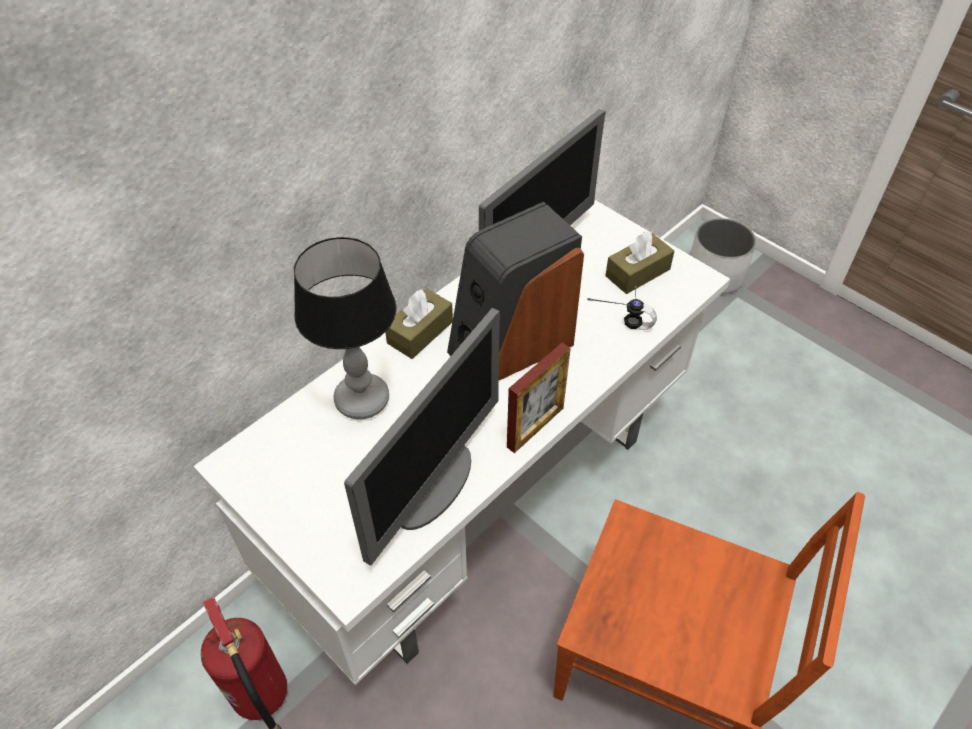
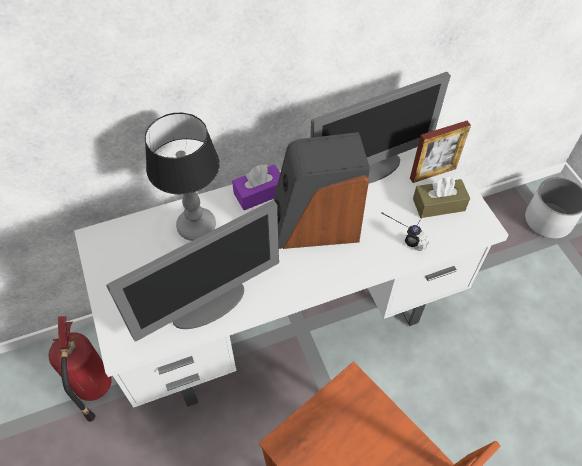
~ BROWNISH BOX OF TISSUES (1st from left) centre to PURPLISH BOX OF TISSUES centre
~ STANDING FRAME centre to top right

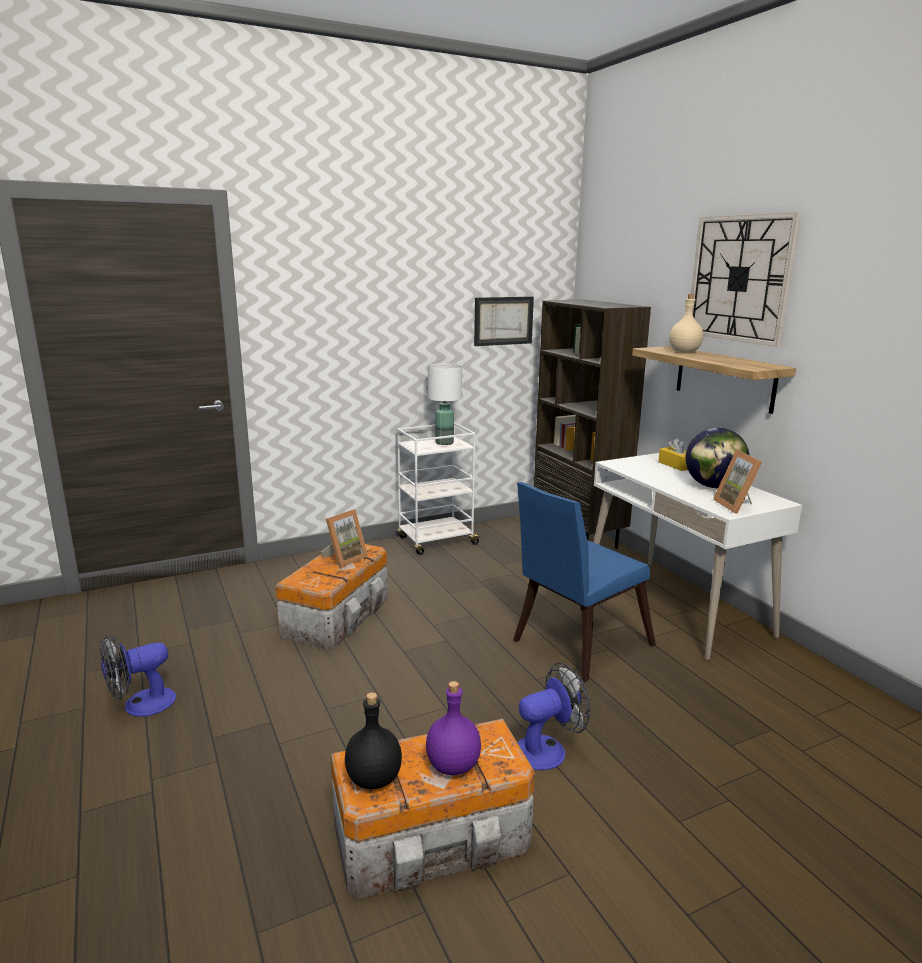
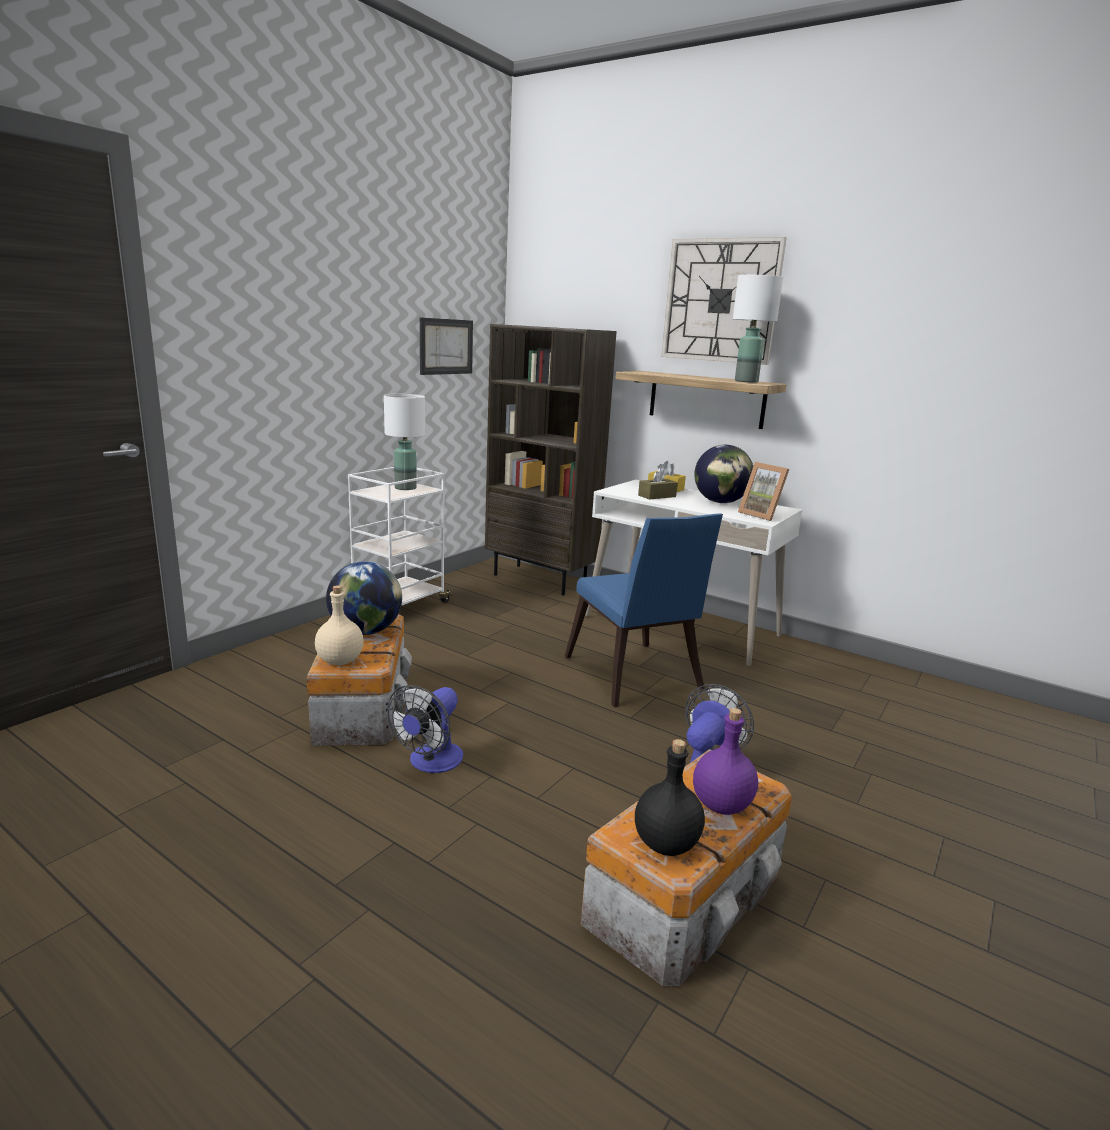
~ FAN (1st from left) bottom left to centre
~ STANDING FRAME (1st from left) centre to DESK GLOBE (1st from left) middle left
~ BLUE-COLOURED CHAIR centre = centre 45 degrees counterclockwise
~ SAND-COLOURED BEVERAGE BOTTLE middle right to middle left
+ BROWNISH BOX OF TISSUES centre
+ WHITISH TABLE LAMP (2nd from left) top right

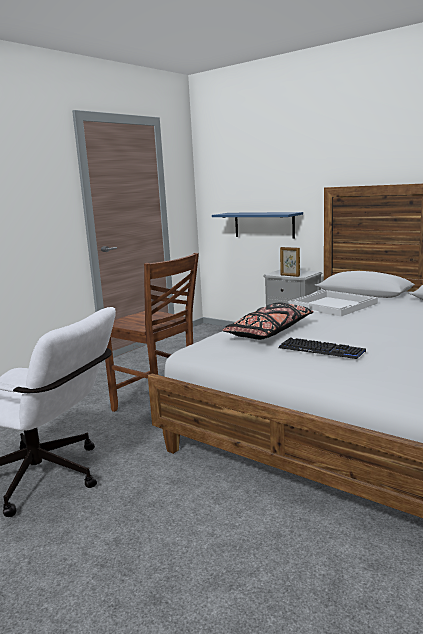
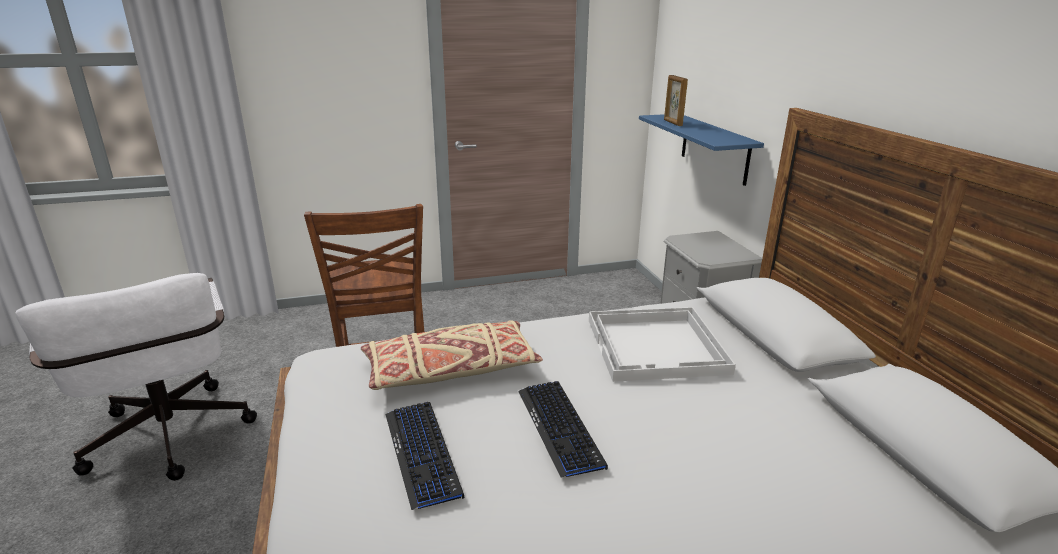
~ BLACK-COLOURED CUSHION centre to SAND-COLOURED CUSHION centre
~ STANDING FRAME middle right to top centre
+ COMPUTER KEYBOARD (2nd from left) bottom centre

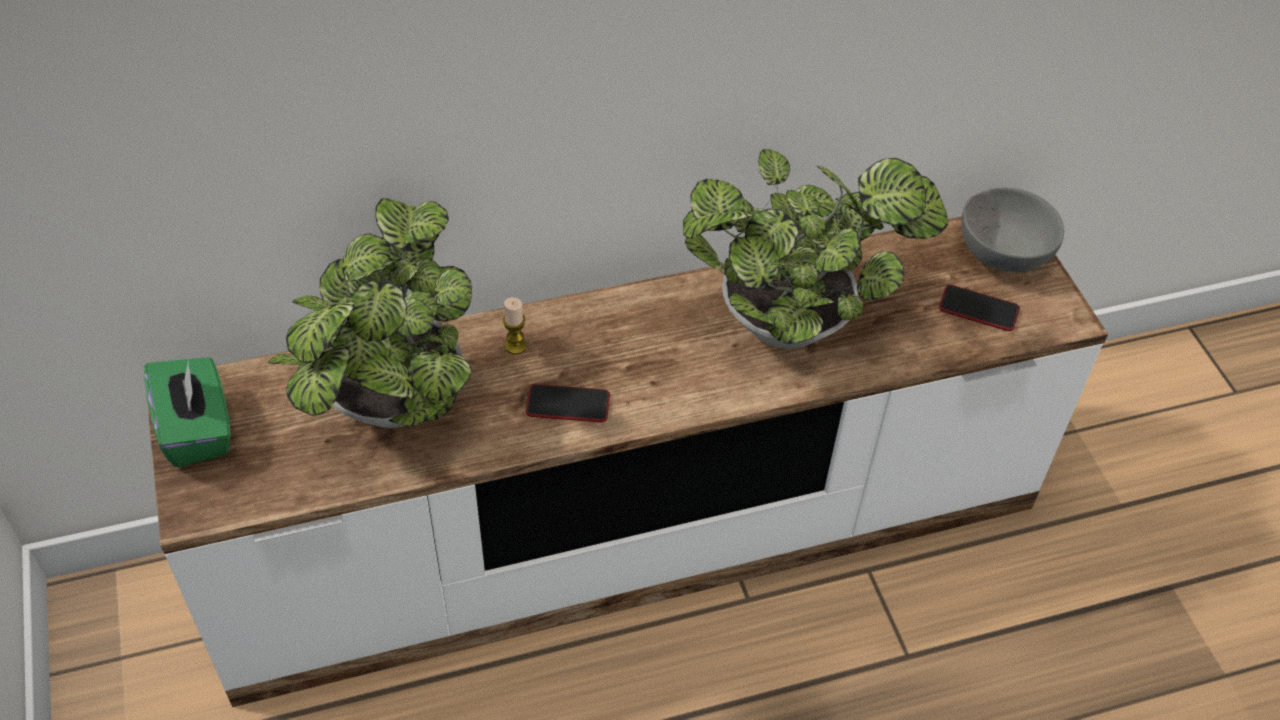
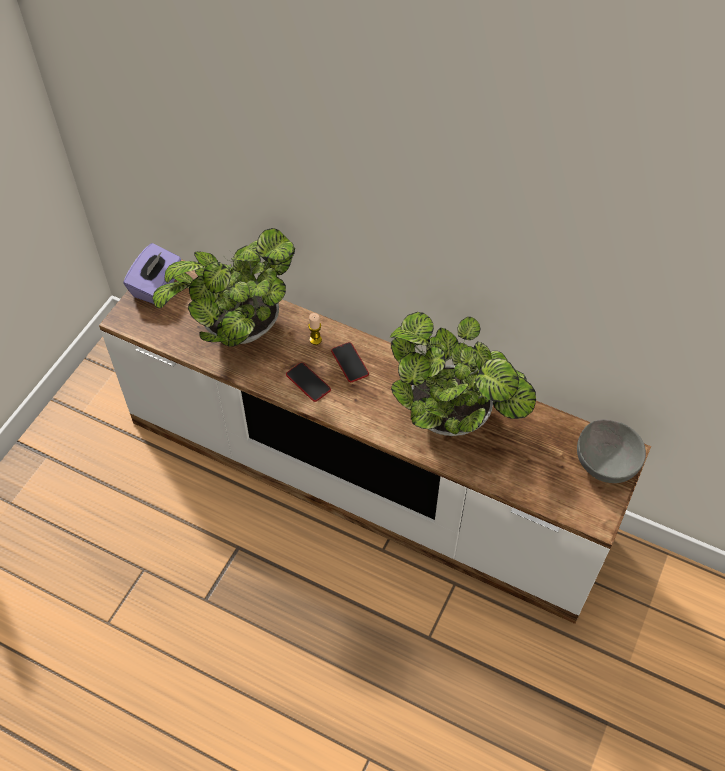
~ GREEN-COLOURED BOX OF TISSUES middle left to PURPLISH BOX OF TISSUES middle left
~ HANDSET (2nd from left) middle right to centre

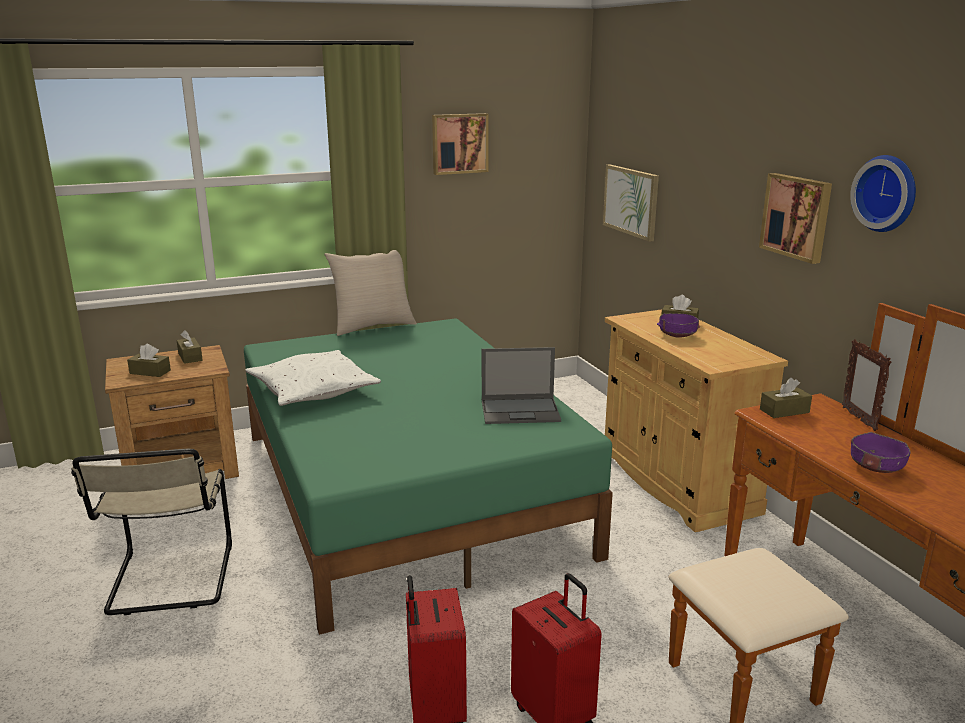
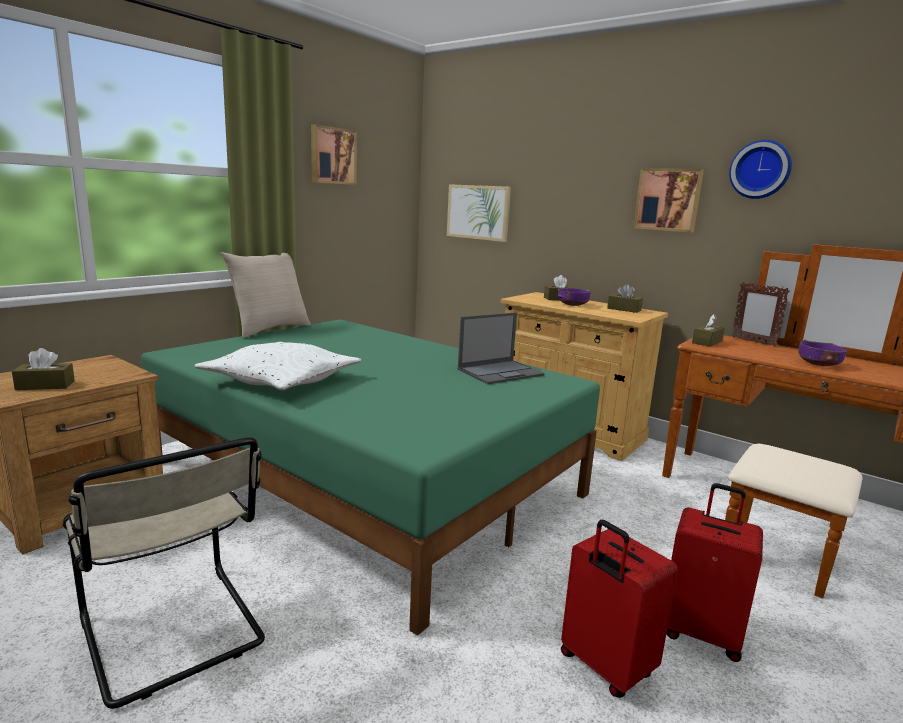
~ BROWNISH BOX OF TISSUES (2nd from left in the first image) middle left to BROWNISH BOX OF TISSUES (3rd from left) middle right

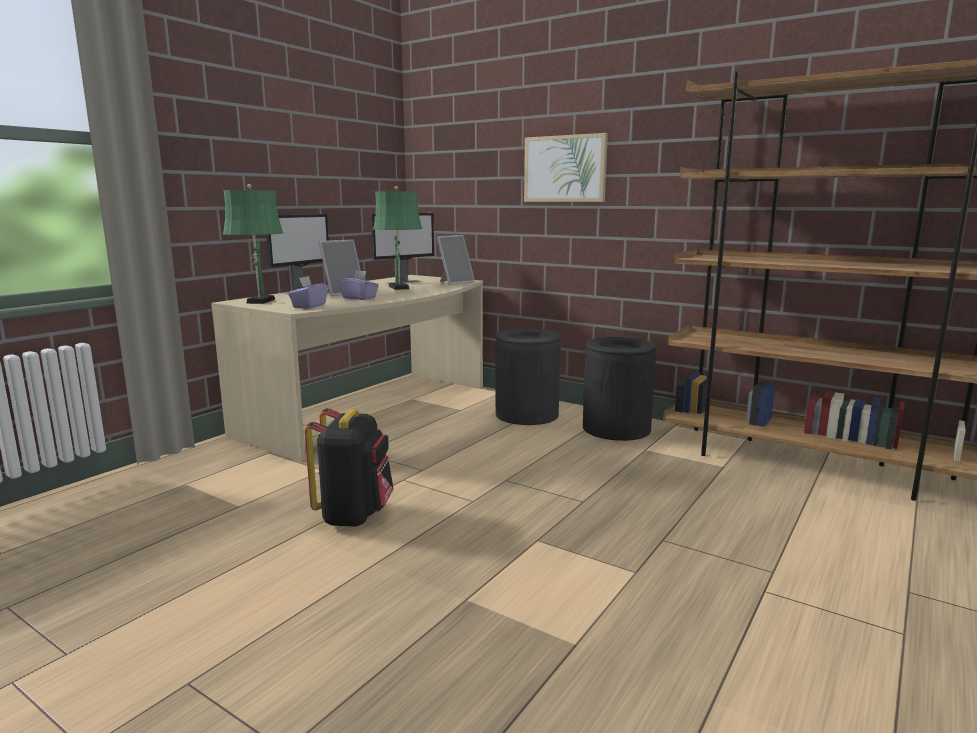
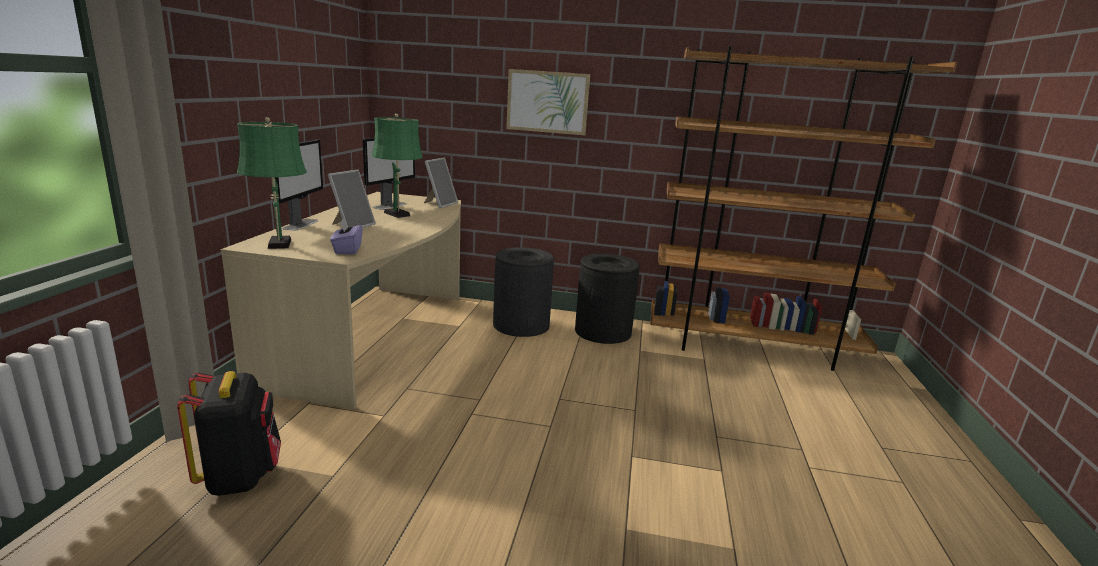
~ BLACK-COLOURED KNAPSACK centre to bottom left
- PURPLISH BOX OF TISSUES (2nd from left) centre

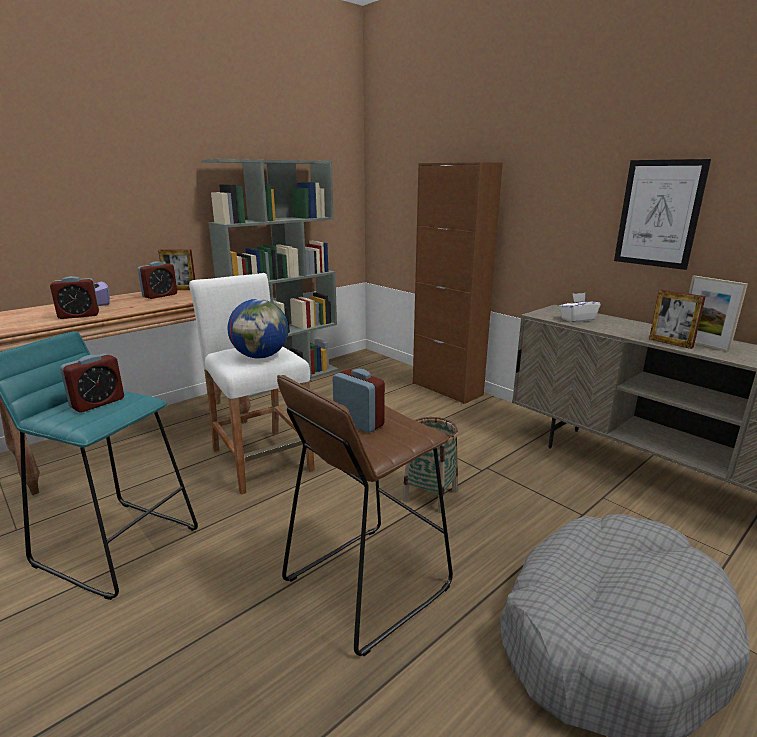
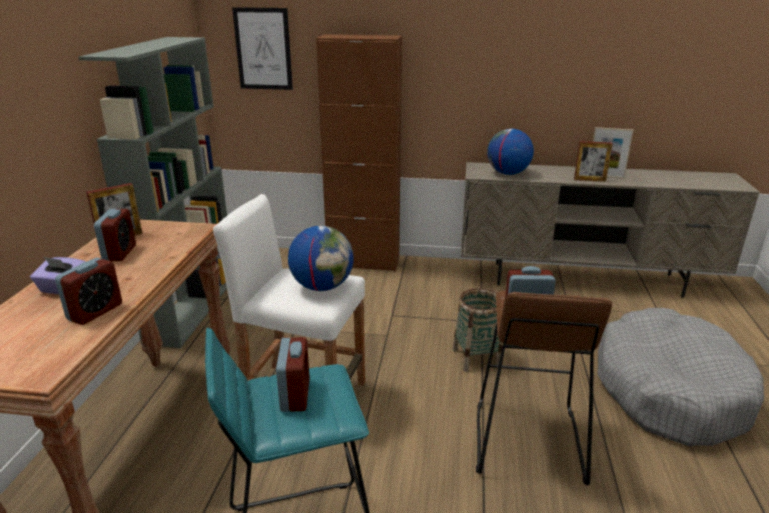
~ WHITISH BOX OF TISSUES middle right to DESK GLOBE (2nd from left) top centre
~ WALL PICTURE top right to top centre

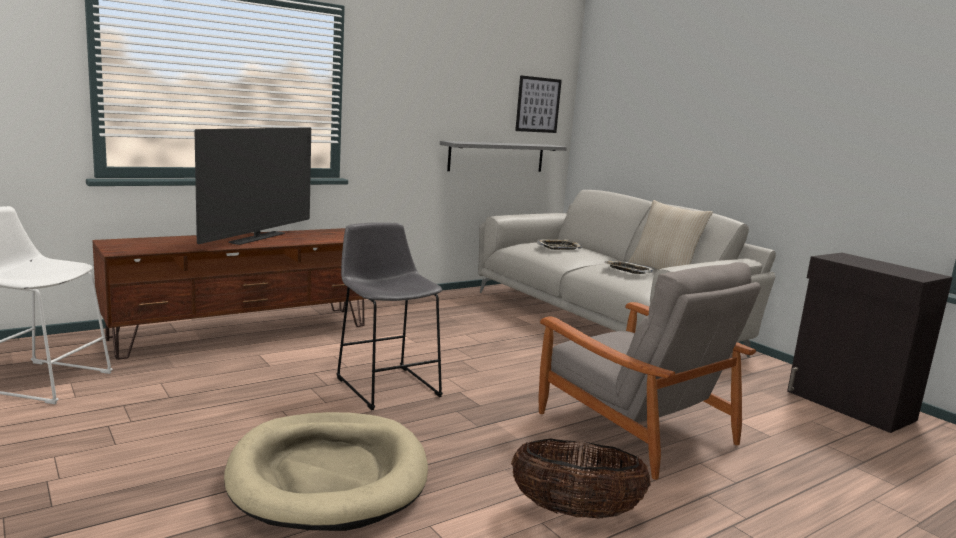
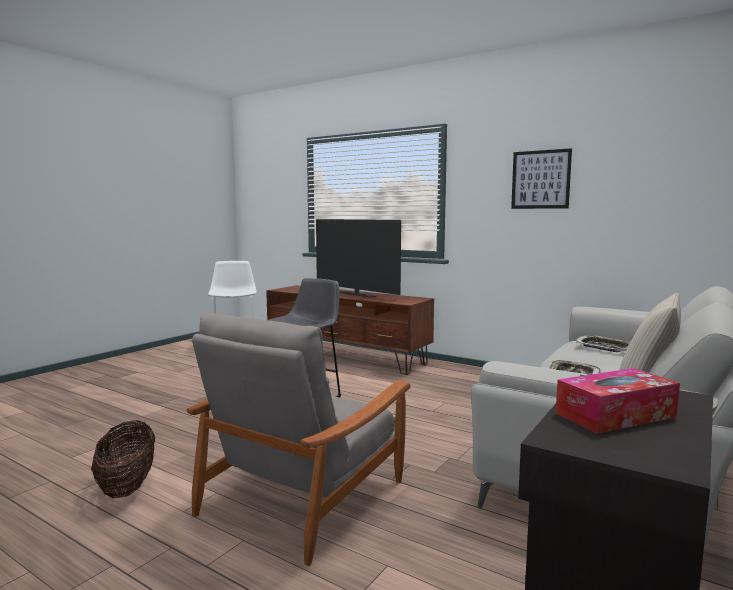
~ TELEVISION middle left = centre 45 degrees clockwise
- SAND-COLOURED DOG CUSHION bottom centre
- GRAY BRACKET SHELF top centre
~ WALL PICTURE top centre to top right
+ BOX OF TISSUES bottom right

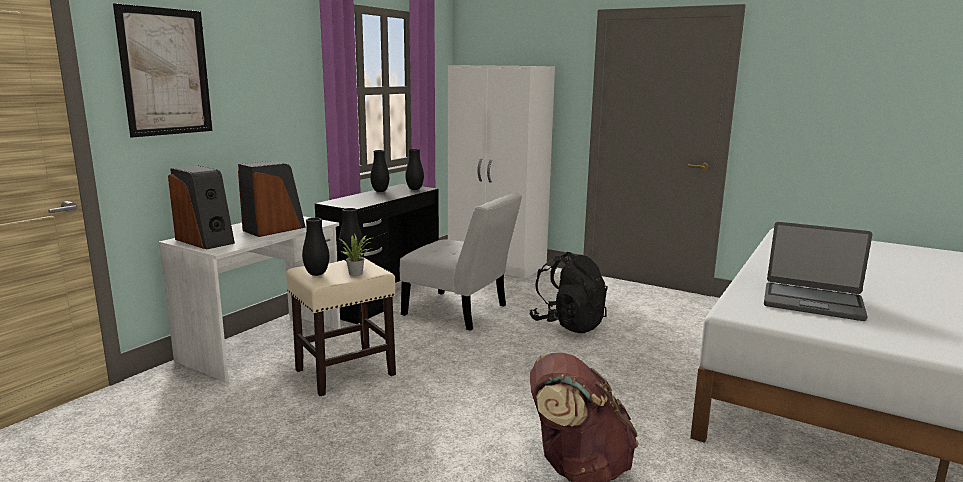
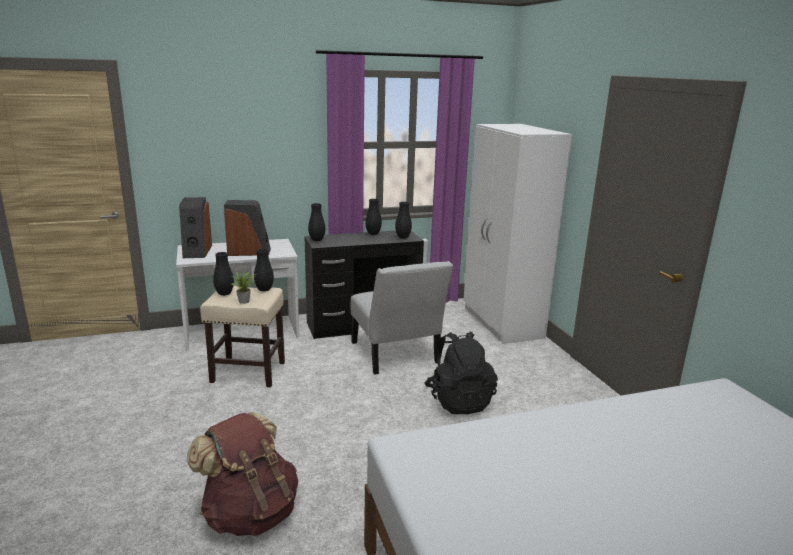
- WALL PICTURE top left
- PORTABLE COMPUTER middle right
+ BLACK-COLOURED DECORATIVE VASE (3rd from left) centre

